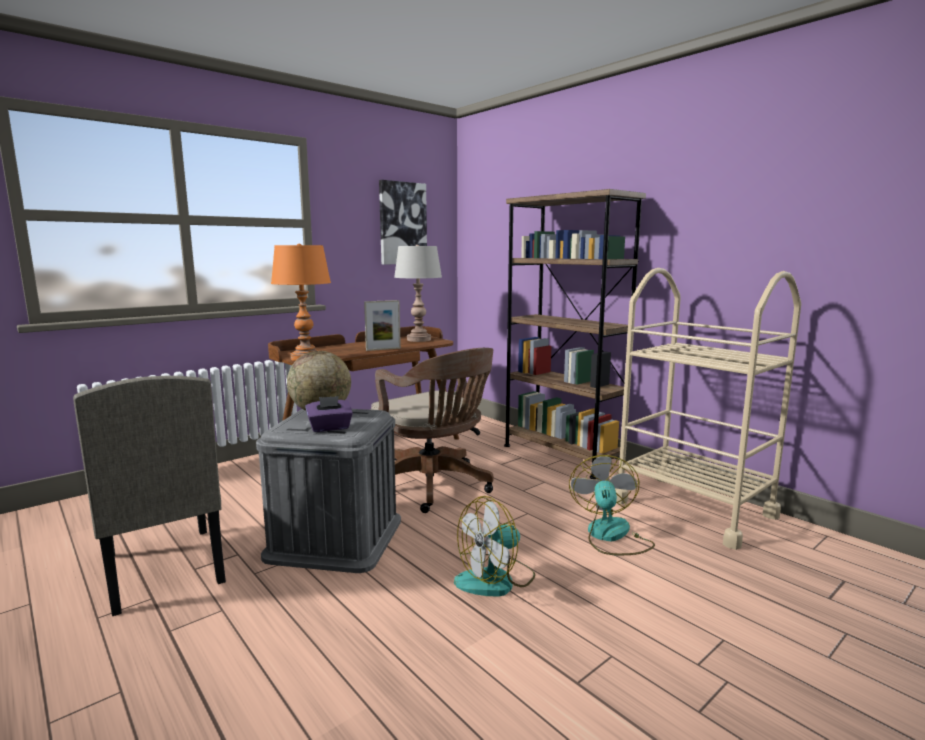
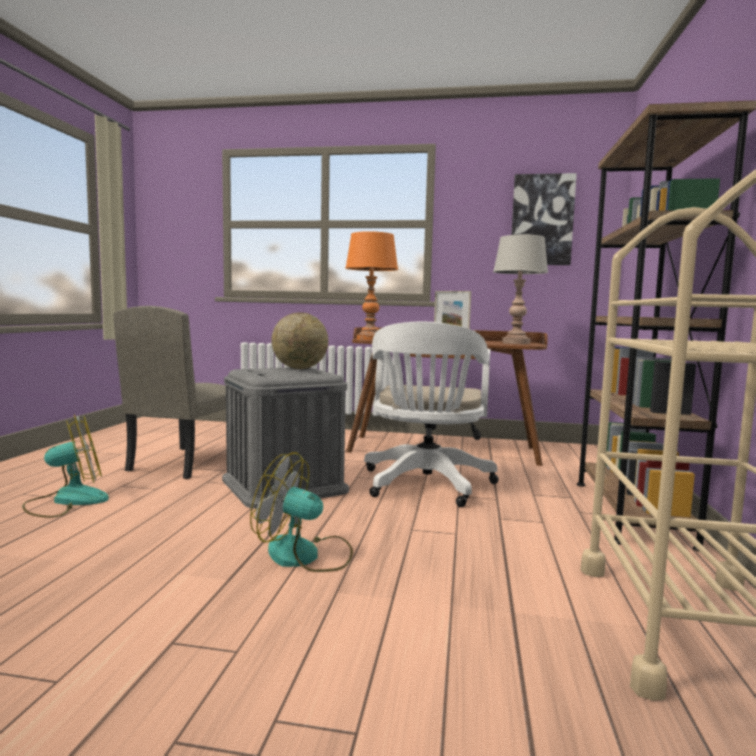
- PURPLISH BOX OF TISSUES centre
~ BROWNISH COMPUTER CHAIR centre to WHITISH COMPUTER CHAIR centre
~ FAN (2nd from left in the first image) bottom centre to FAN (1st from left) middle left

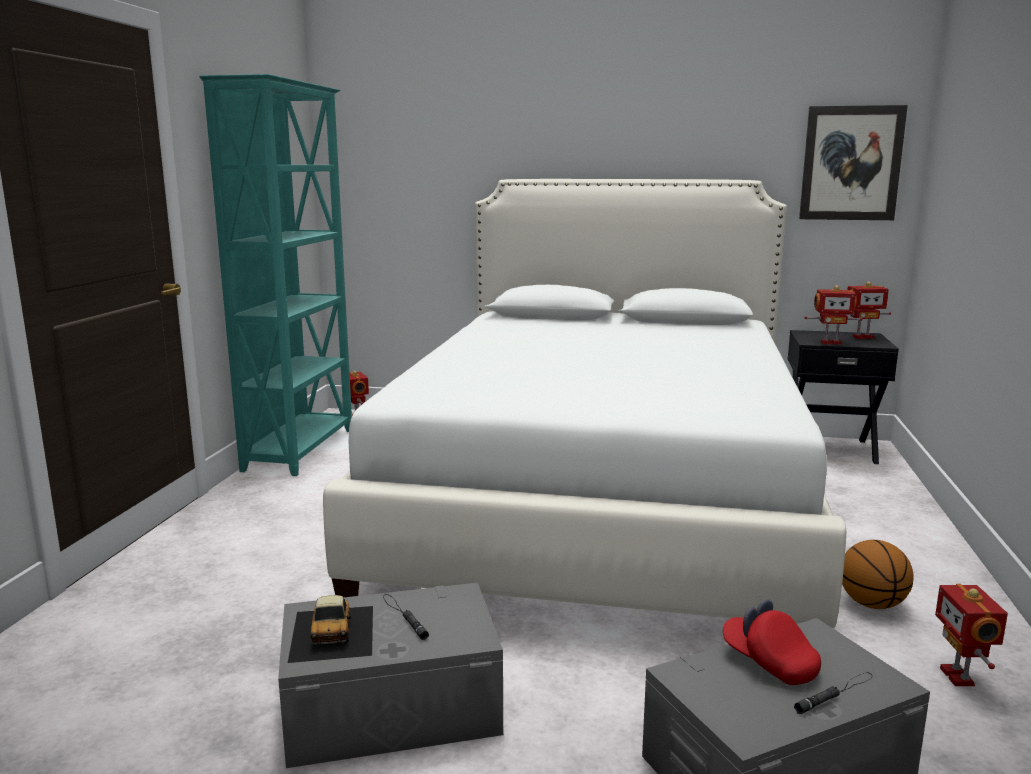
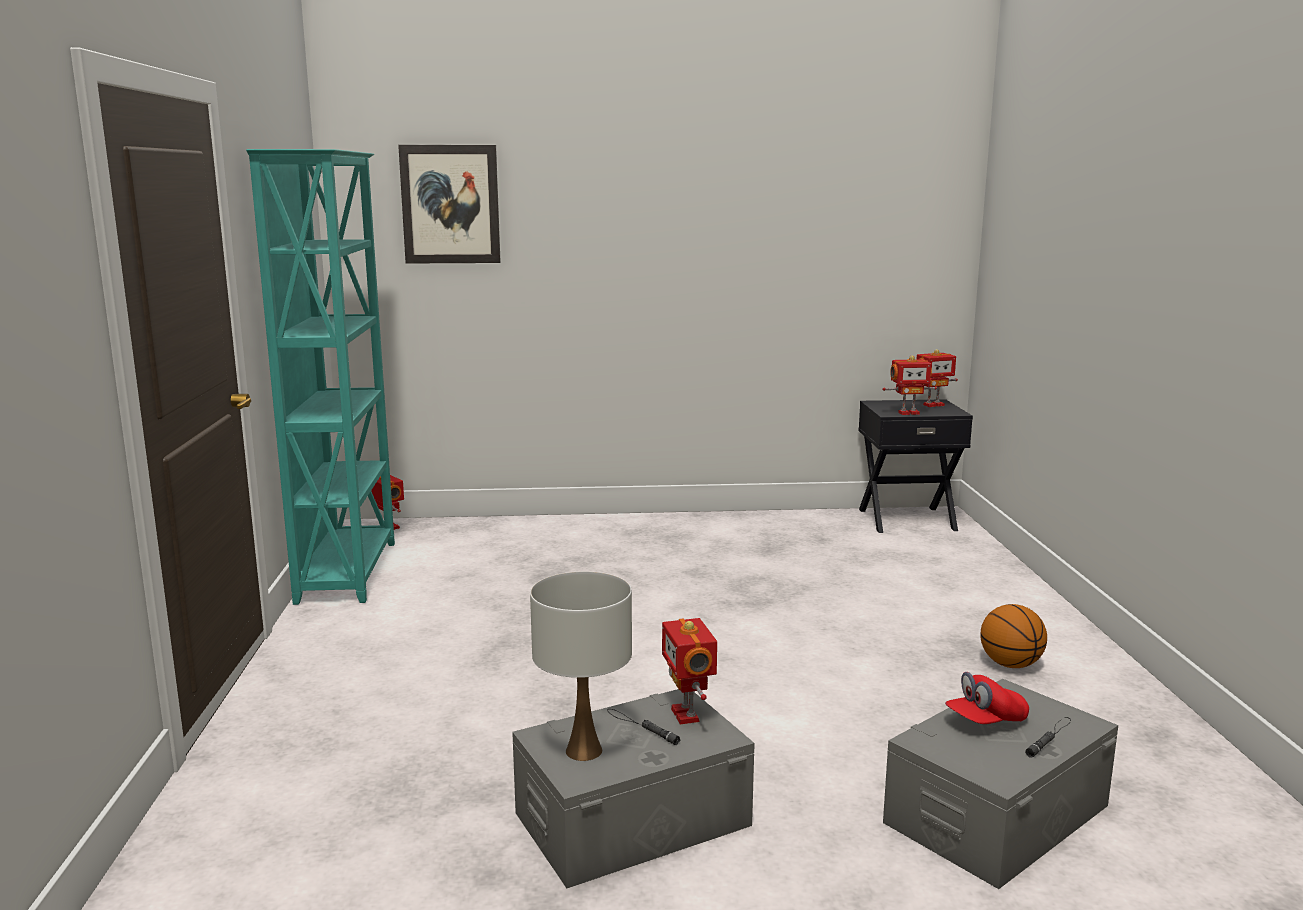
~ TOY CAR bottom left to WHITISH TABLE LAMP bottom centre
- WHITISH SLEEPING BED centre
~ REDDISH PEAKED CAP bottom right = bottom right 60 degrees counterclockwise
~ WALL PICTURE top right to top centre
~ TOY ROBOT (4th from left in the first image) bottom right to TOY ROBOT (2nd from left) bottom centre

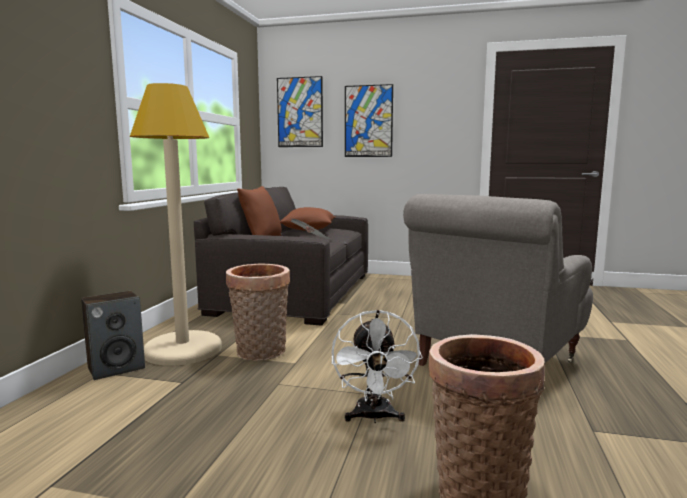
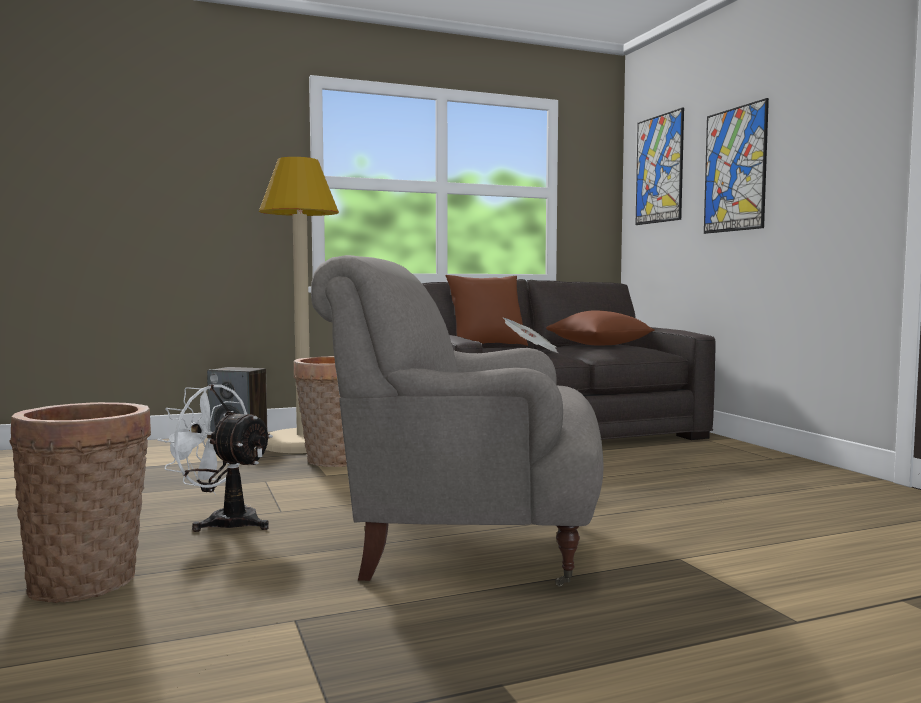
~ WHITISH FAN bottom centre = middle left 60 degrees clockwise

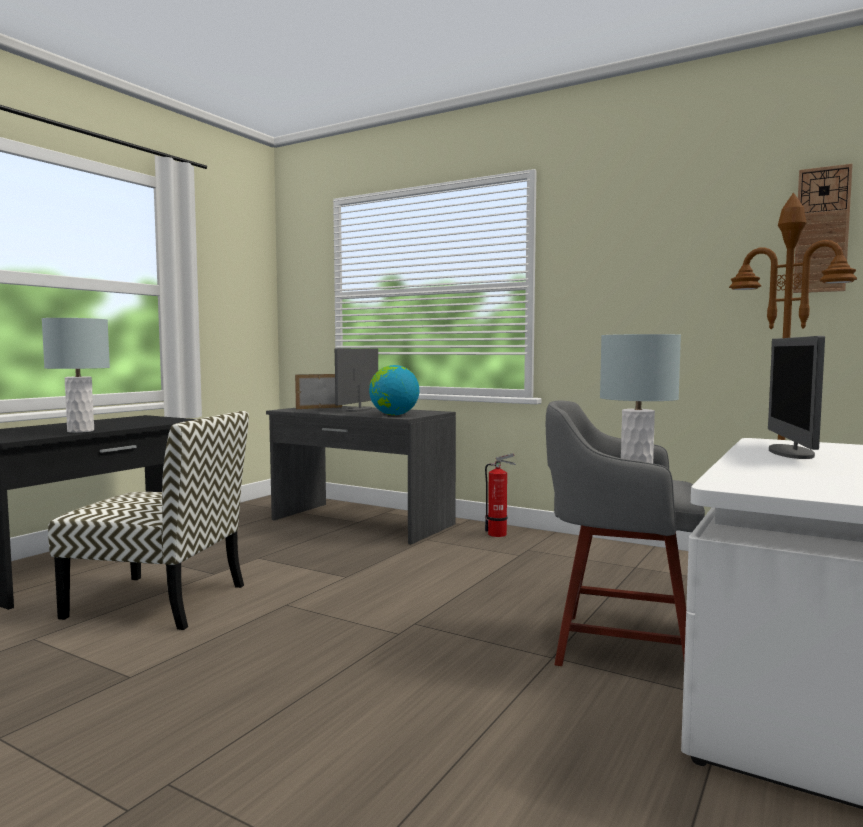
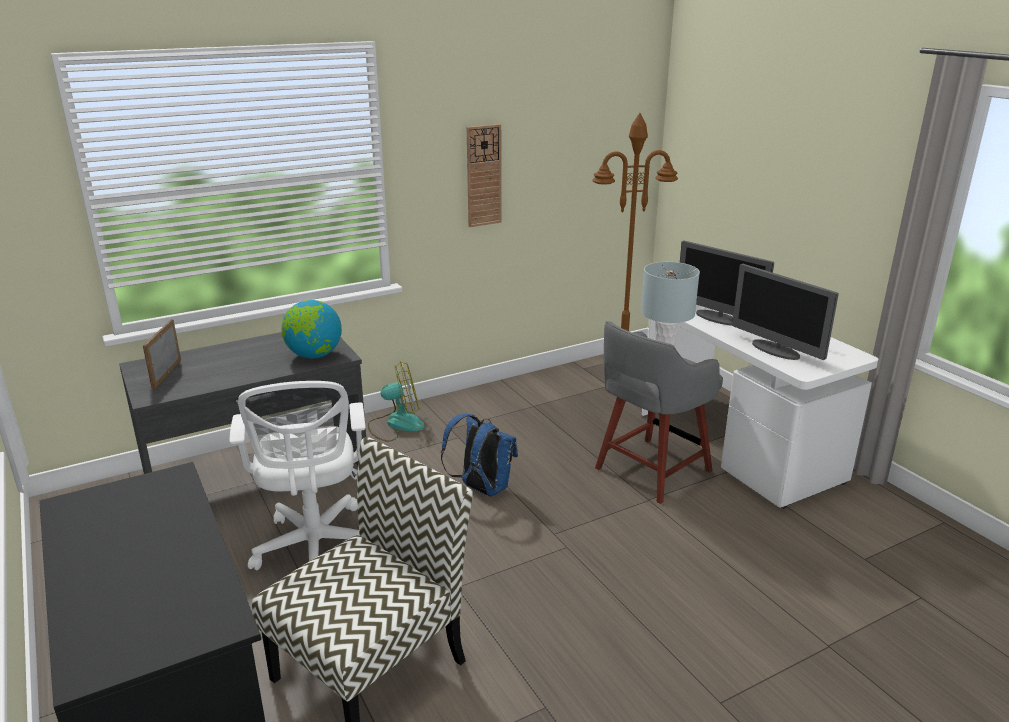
- GRAY TABLE LAMP (1st from left) middle left
~ COMPUTER DISPLAY (1st from left in the first image) centre to COMPUTER DISPLAY (2nd from left) middle right
~ FIRE-FIGHTING CYLINDER centre to FAN centre
~ HANGING CLOCK top right to top centre
+ WHITISH COMPUTER CHAIR middle left
+ BLUE-COLOURED KNAPSACK centre

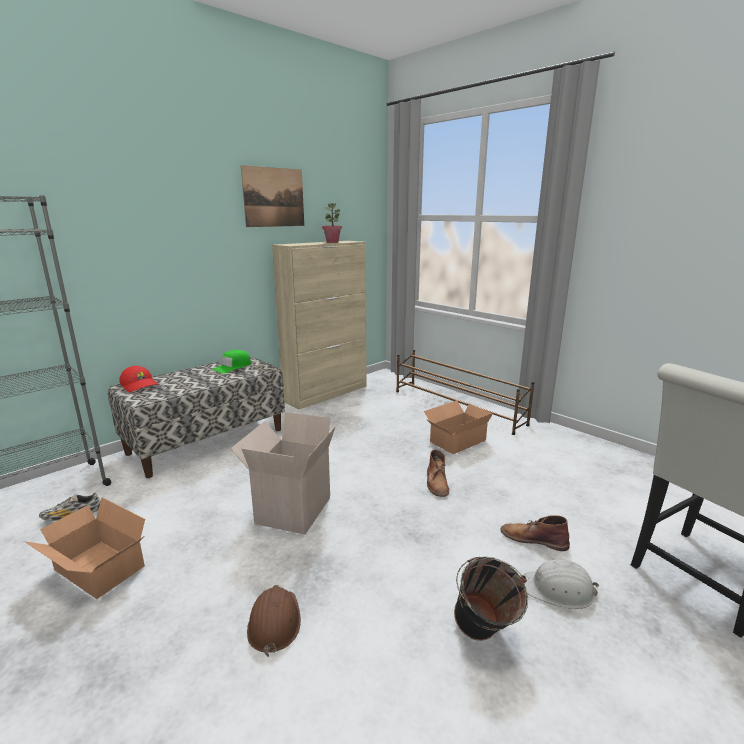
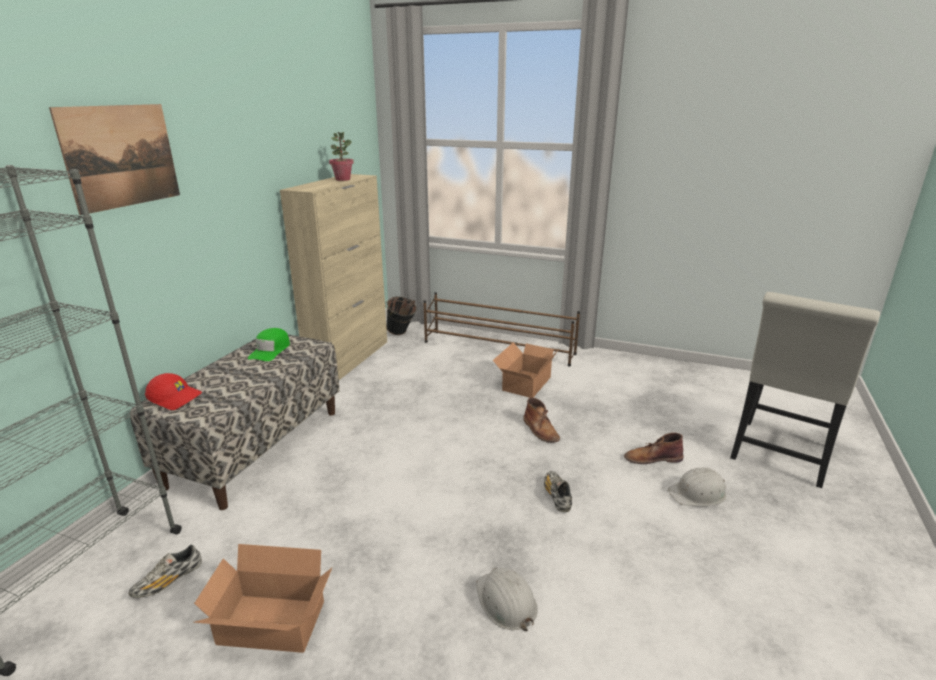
- CARTON (2nd from left) centre
~ WALL PICTURE top centre to top left
~ BROWNISH SAFETY HELMET bottom centre to WHITISH SAFETY HELMET (1st from left) bottom centre
~ BLACK-COLOURED BUCKET bottom centre to centre
+ LOW SHOE (2nd from left) bottom centre

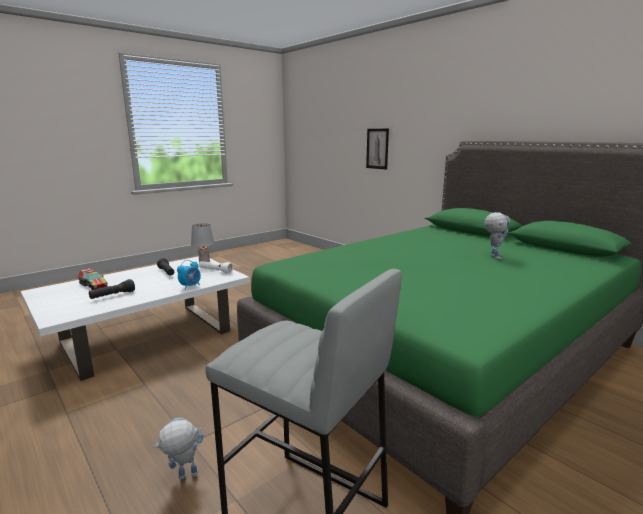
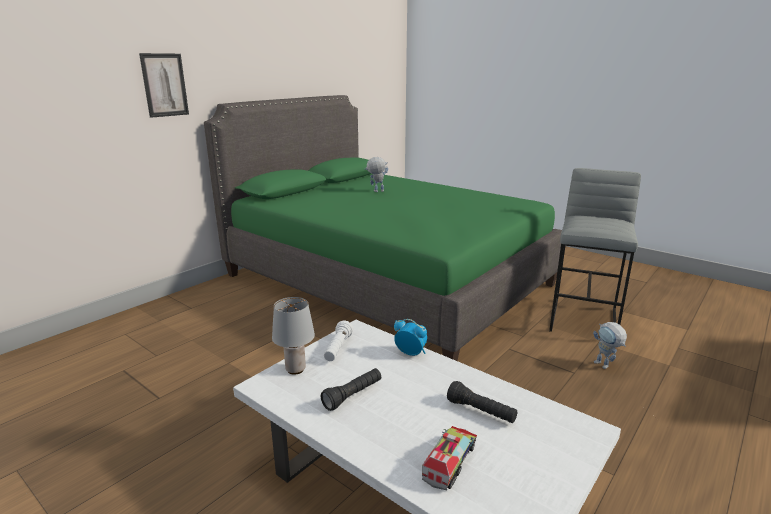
~ WALL PICTURE top centre to top left

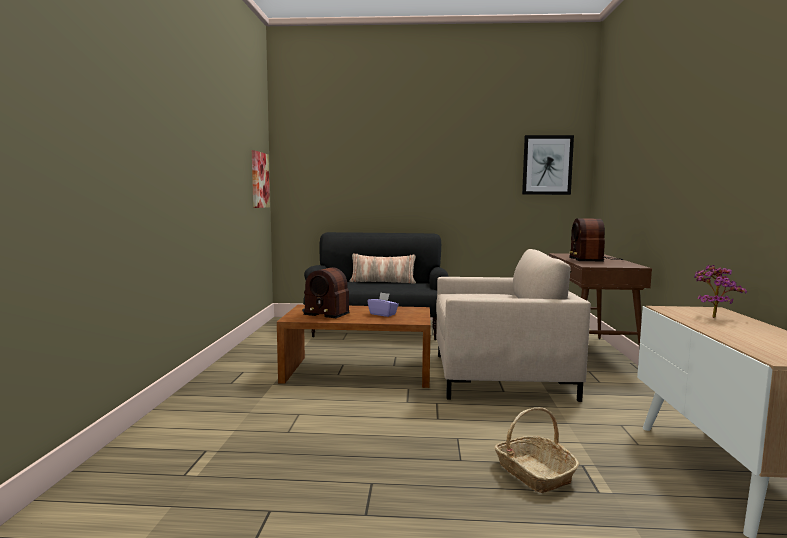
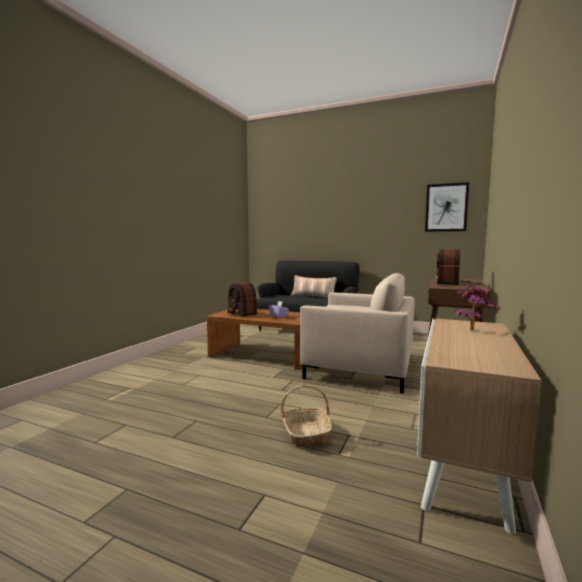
- WALL PICTURE (1st from left) top left

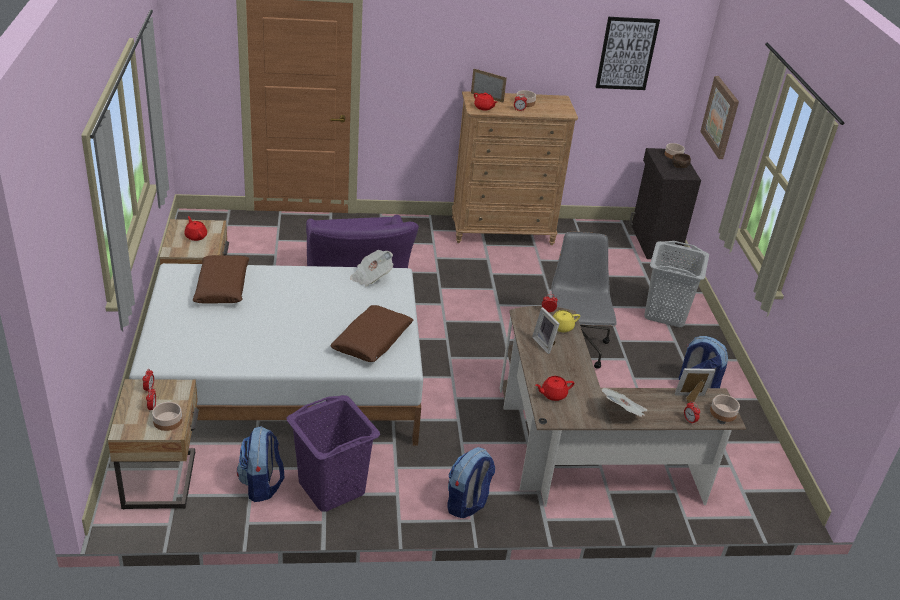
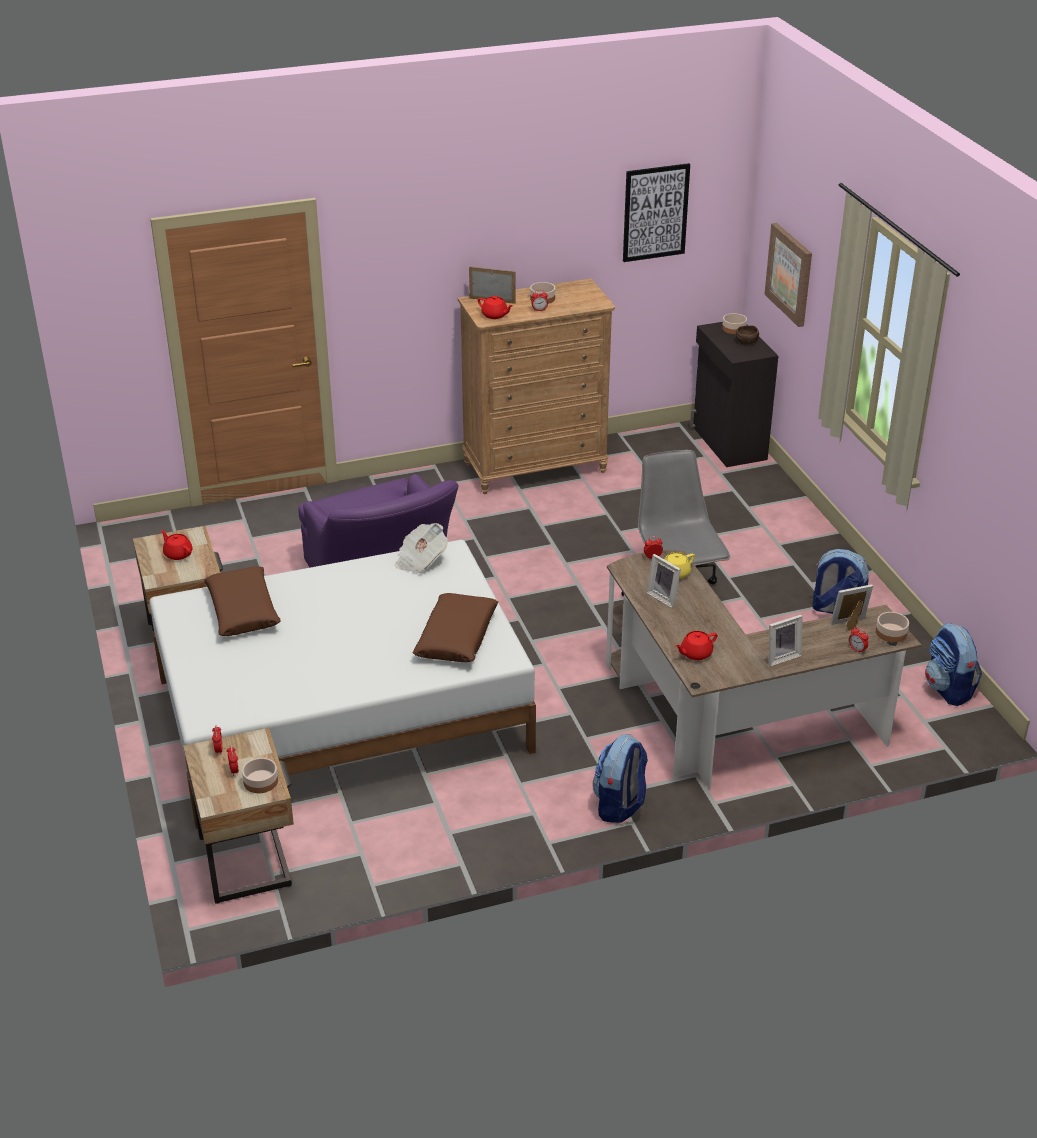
~ KNAPSACK (1st from left in the first image) bottom left to KNAPSACK (3rd from left) middle right
- PURPLISH HAMPER bottom centre
~ PRINTED PAPER (2nd from left) bottom right to STANDING FRAME (3rd from left) middle right
- GRAY HAMPER middle right

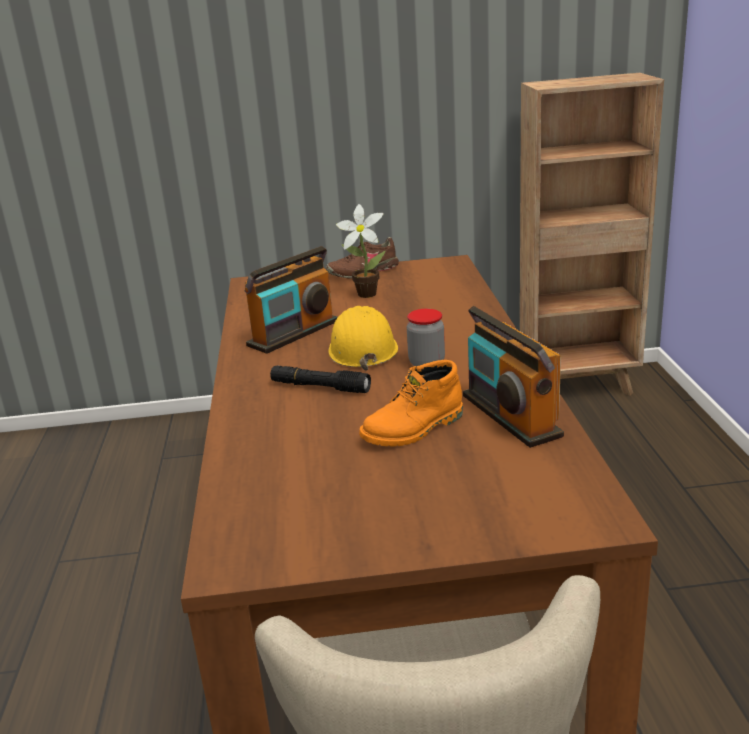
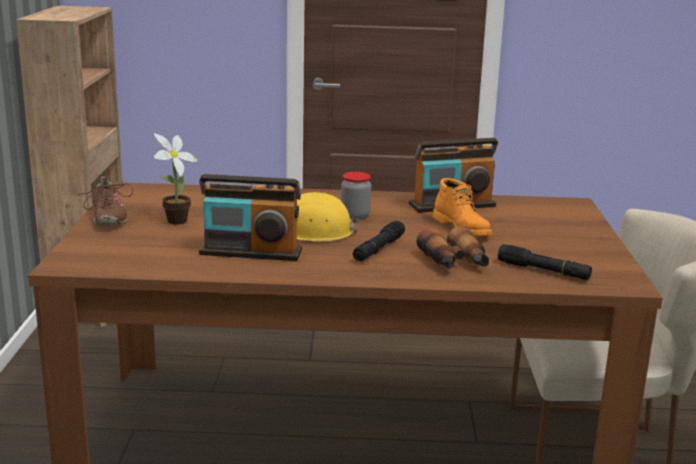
~ RADIO SET (1st from left) centre = centre 135 degrees clockwise
+ FIELD GLASSES centre
+ BLACK-COLOURED FLASHLIGHT (2nd from left) middle right

